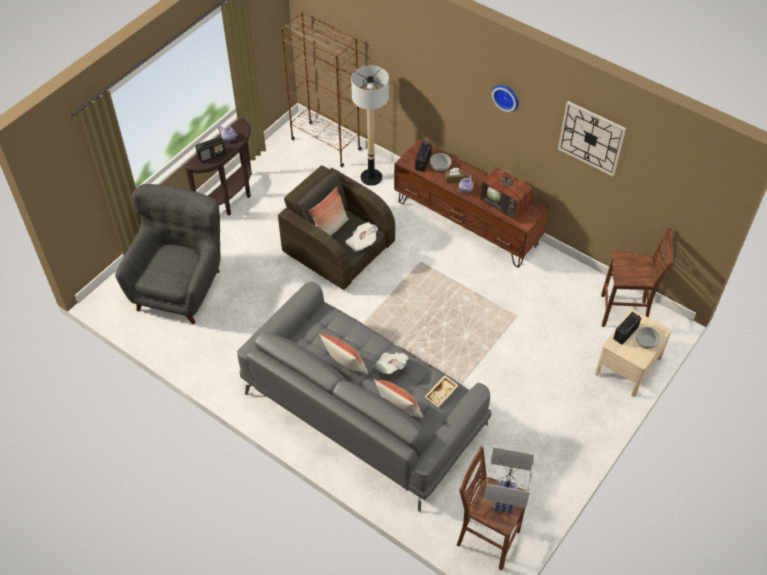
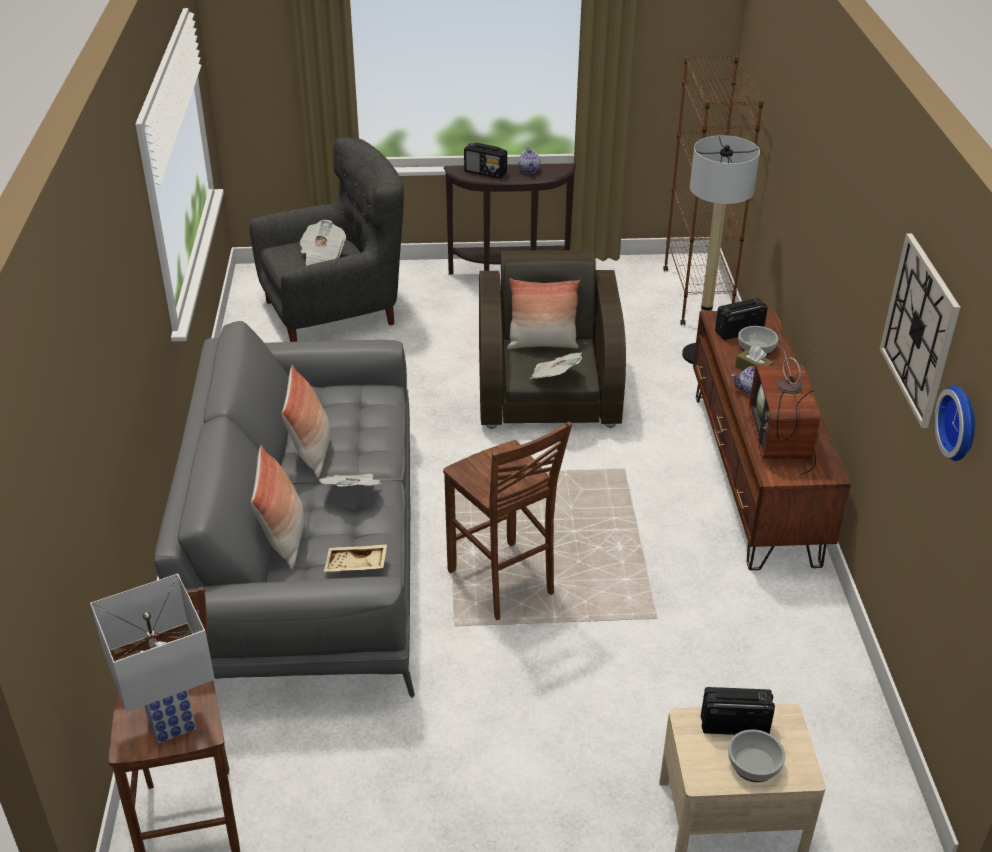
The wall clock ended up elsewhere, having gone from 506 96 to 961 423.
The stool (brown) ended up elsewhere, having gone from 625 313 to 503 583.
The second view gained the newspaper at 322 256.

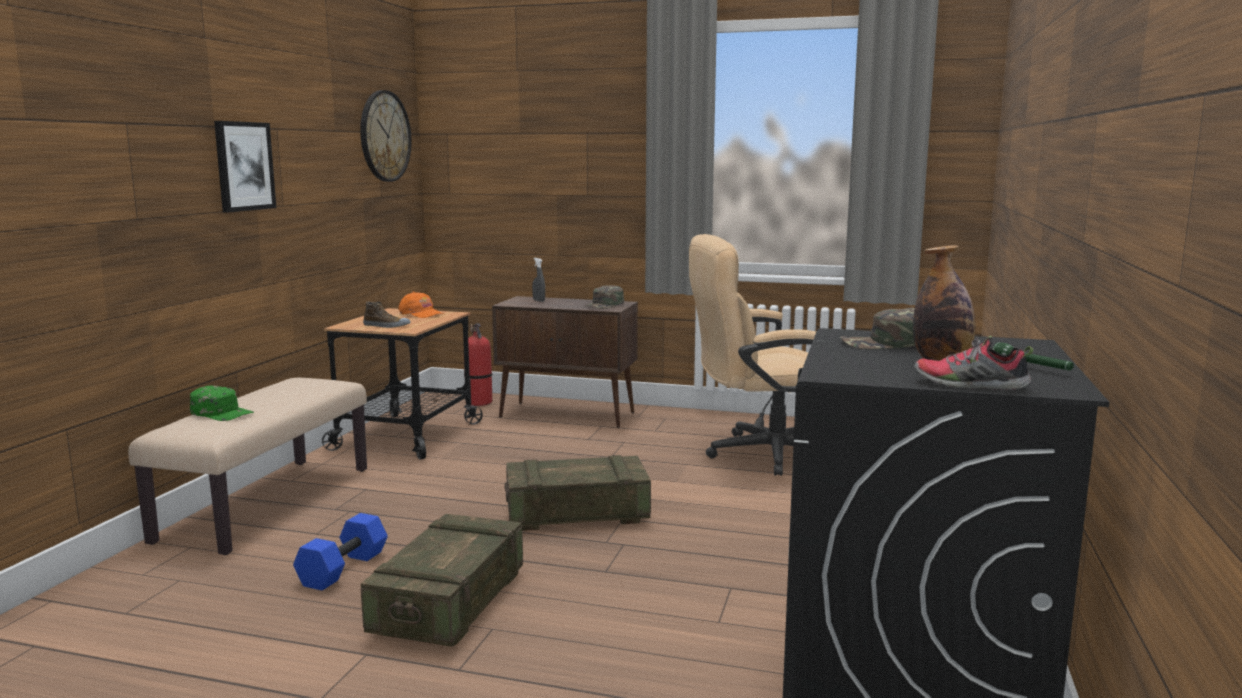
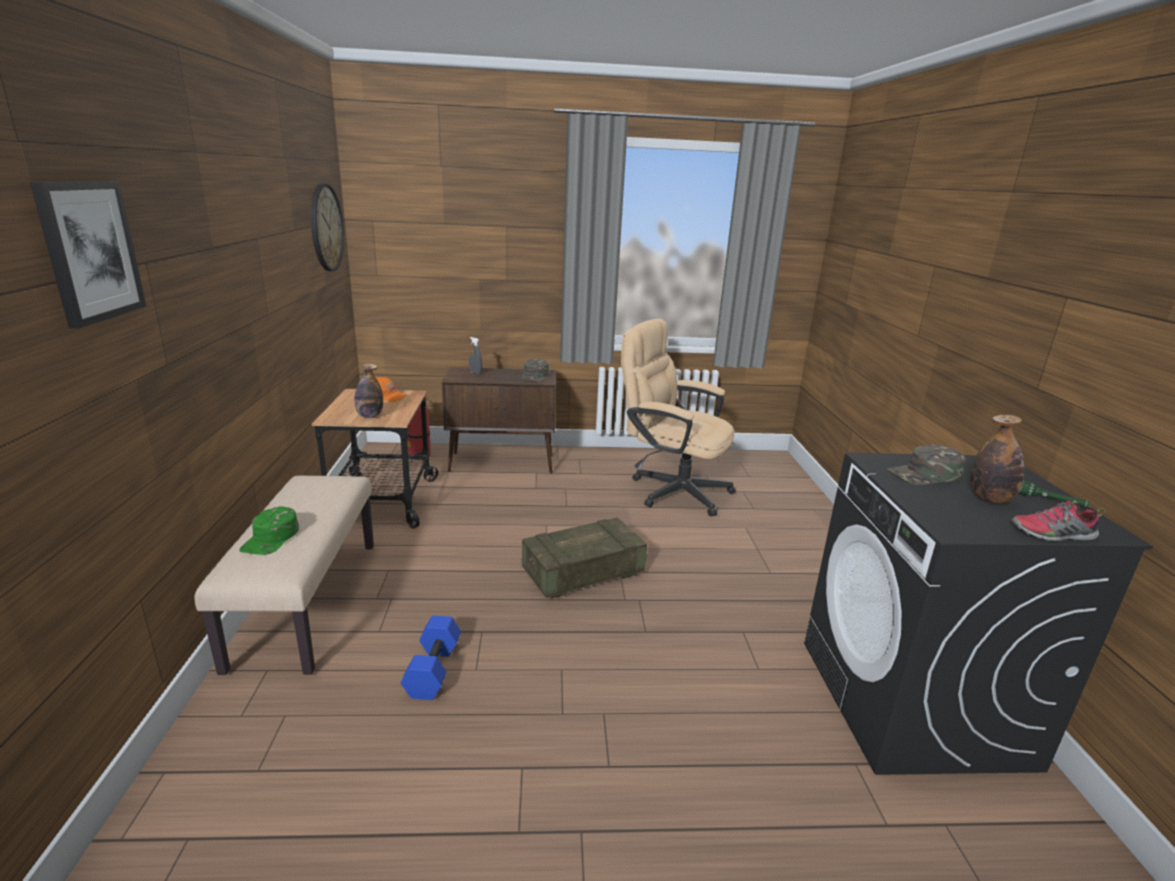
The cap (green) at 222 413 ended up facing another way, 90 degrees clockwise from before.
The picture ended up elsewhere, having gone from 244 166 to 90 251.
The second view lost the crate at 450 603.
Where the shoe stood at 386 326, the bottle came to stand at 370 416.
The office chair (beige) at 761 454 ended up facing another way, 60 degrees clockwise from before.

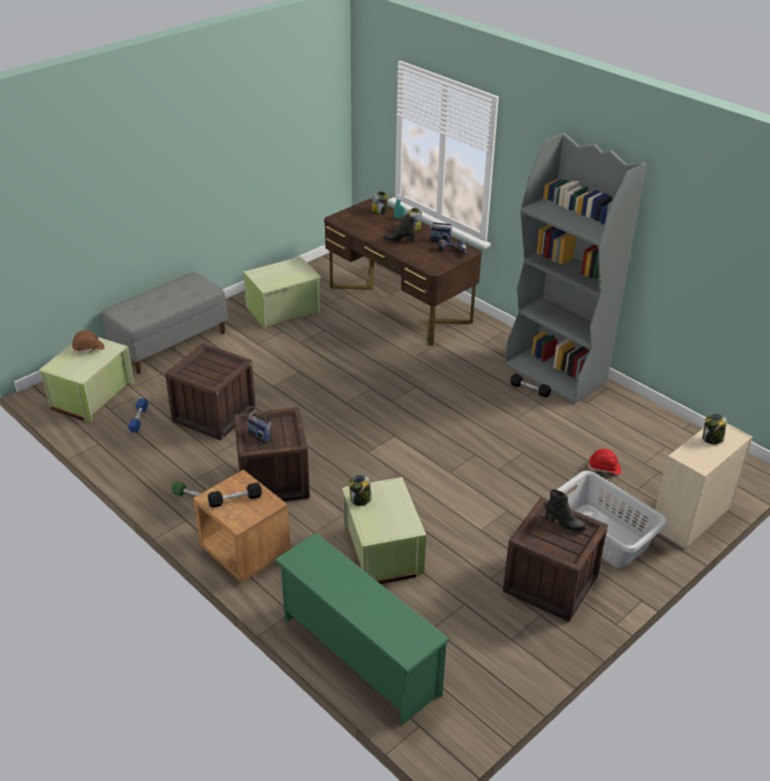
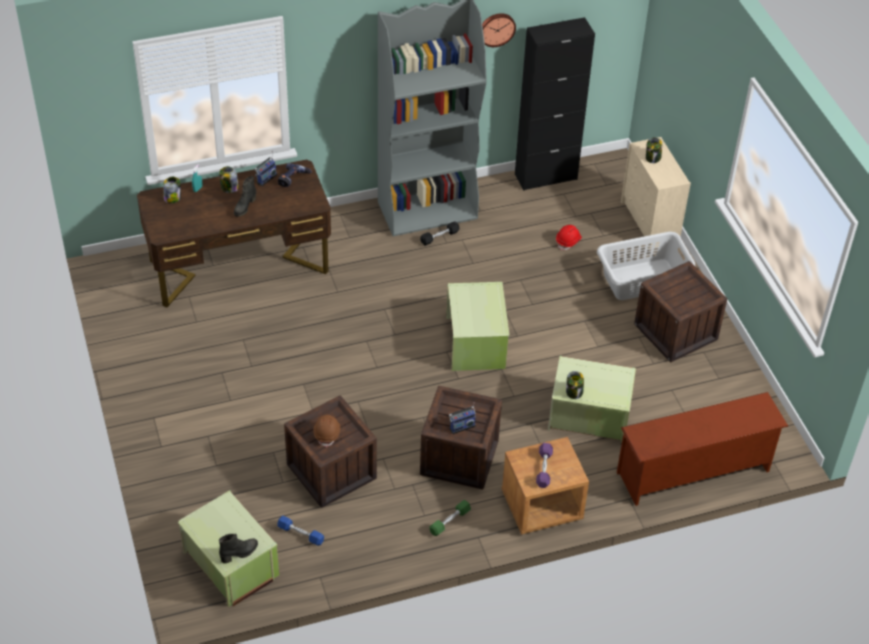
The hard hat (brown) ended up elsewhere, having gone from 88 349 to 327 433.
The second view lost the bench (grey) at 170 343.
What was the dumbbell (black) at 235 500 turned into the dumbbell (purple) at 544 469.
The storage box (green) ended up elsewhere, having gone from 284 310 to 476 342.
What was the shoe rack (green) at 358 656 turned into the shoe rack (brown) at 694 473.
The boot (black) ended up elsewhere, having gone from 564 524 to 239 553.
The second view gained the wall clock at 496 29.
The second view gained the cabinet (black) at 546 177.

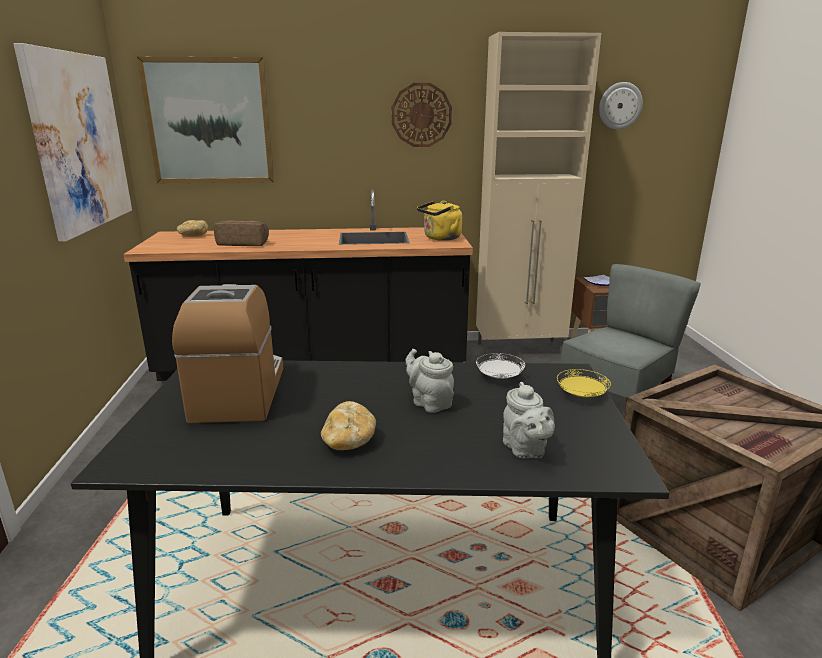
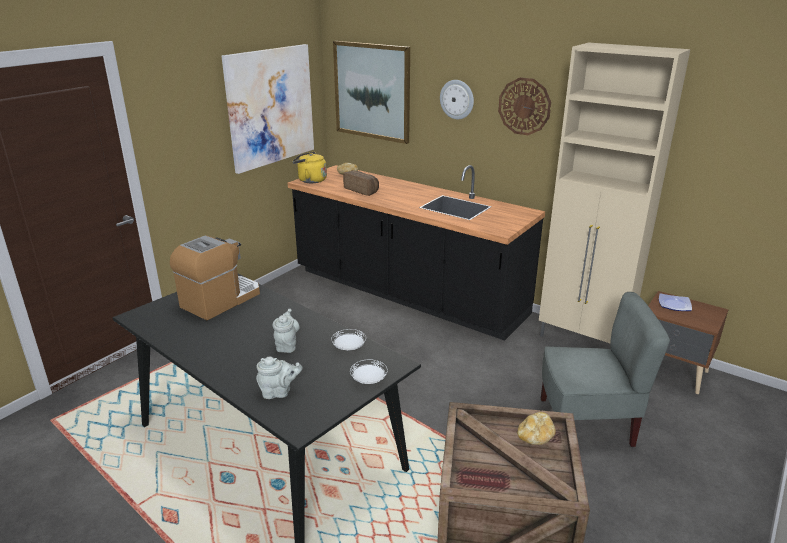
The bread ended up elsewhere, having gone from 349 441 to 535 437.
The kettle (yellow) ended up elsewhere, having gone from 440 238 to 310 180.
The teapot (grey) at 525 450 ended up facing another way, 120 degrees counterclockwise from before.
What was the plate (yellow) at 581 395 turned into the plate (white) at 368 380.
The wall clock ended up elsewhere, having gone from 620 106 to 457 99.

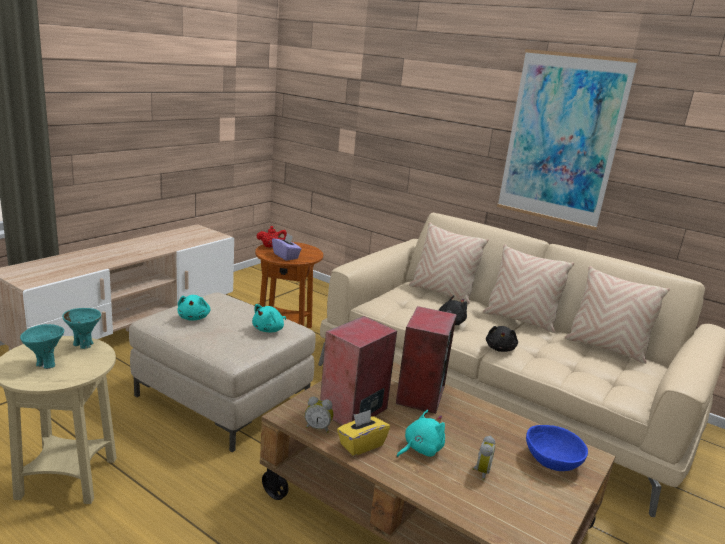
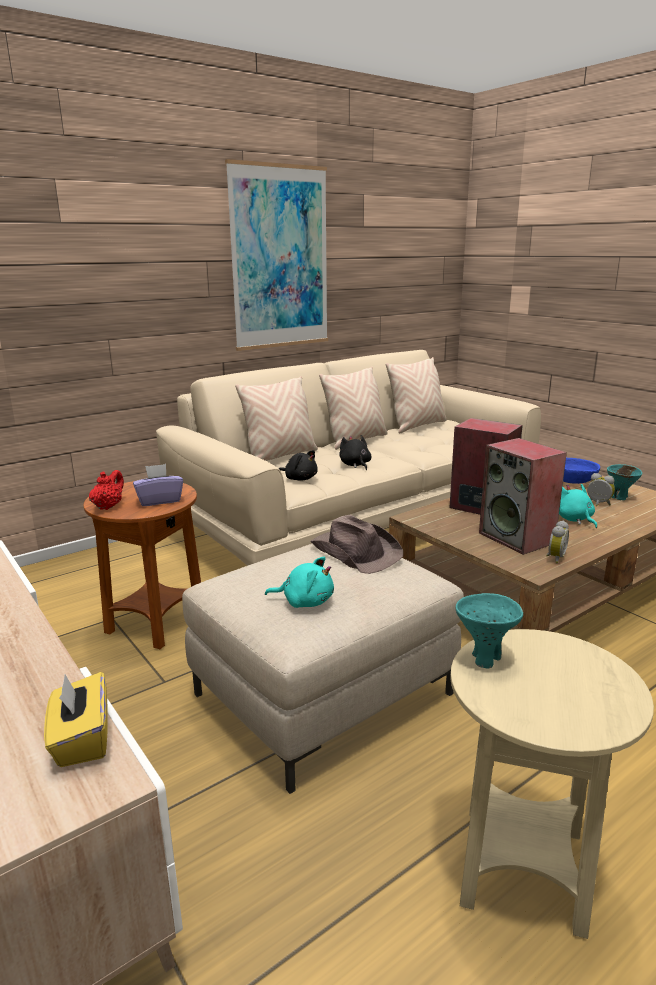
The bowl (turquoise) ended up elsewhere, having gone from 46 364 to 620 497.
Where the plush toy (turquoise) stood at 269 329, the hat (brown) came to stand at 355 551.
The tissue box (yellow) ended up elsewhere, having gone from 361 445 to 82 740.
The plush toy (black) ended up elsewhere, having gone from 500 348 to 299 478.

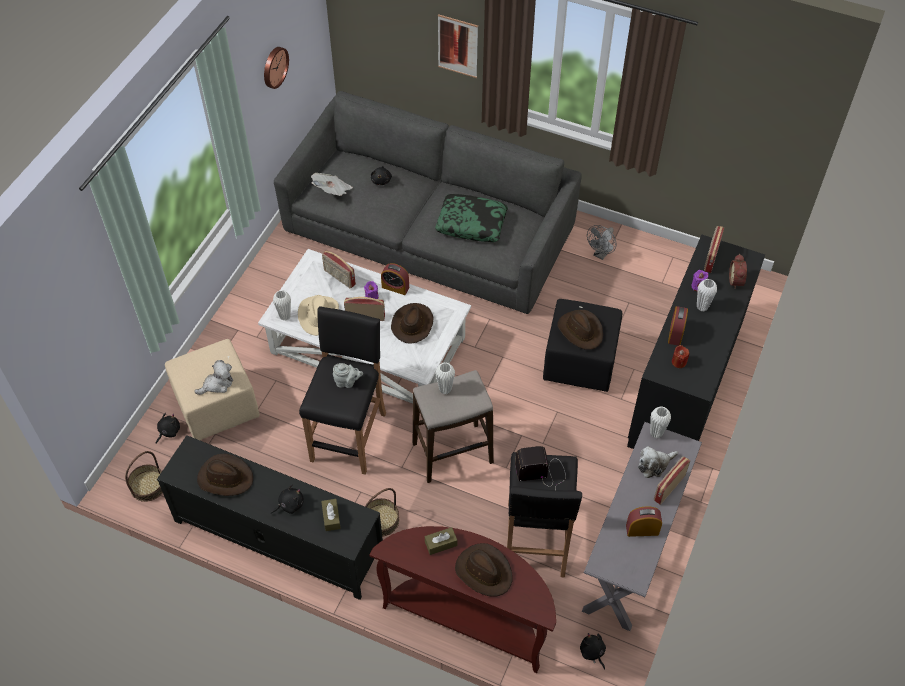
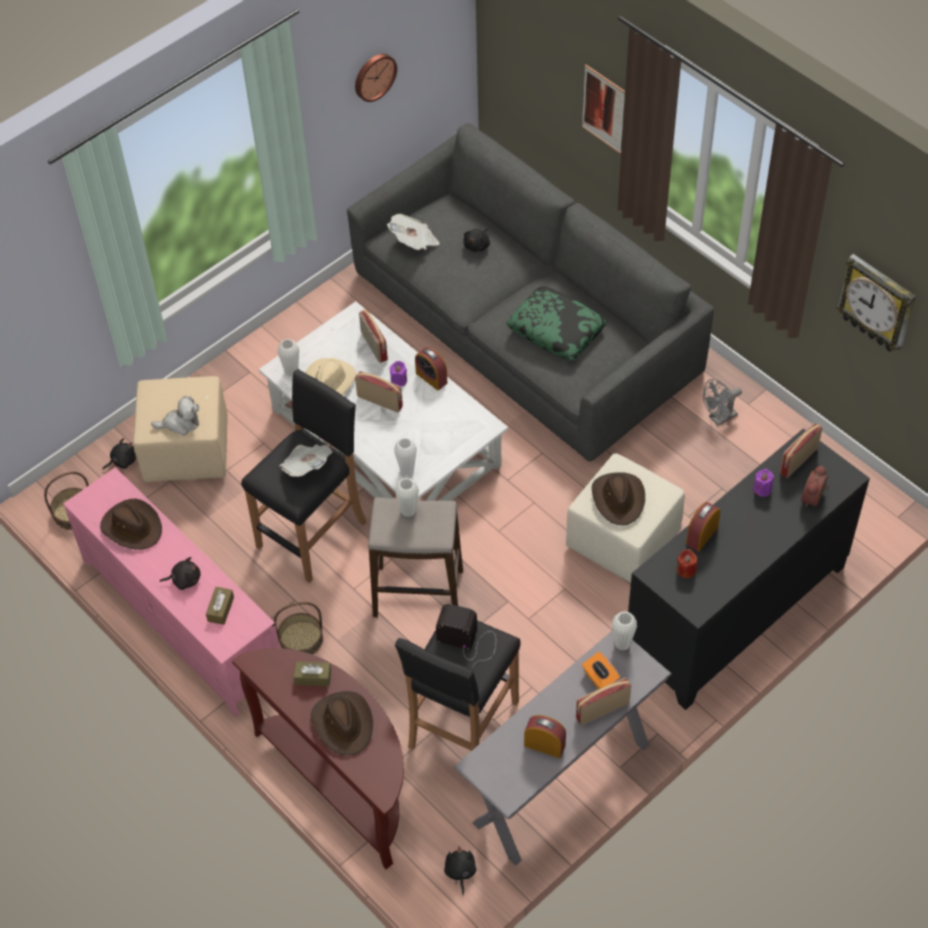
What was the tv stand (black) at 277 537 turned into the tv stand (pink) at 181 617.
Where the teapot (grey) stood at 347 382, the newspaper came to stand at 306 467.
The second view lost the hat (brown) at 412 324.
What was the ottoman (black) at 579 361 turned into the ottoman (beige) at 623 538.
Where the plush toy stood at 654 465, the tissue box (orange) came to stand at 600 679.
The vase (white) ended up elsewhere, having gone from 702 307 to 407 469.
The second view gained the wall clock at 877 303.

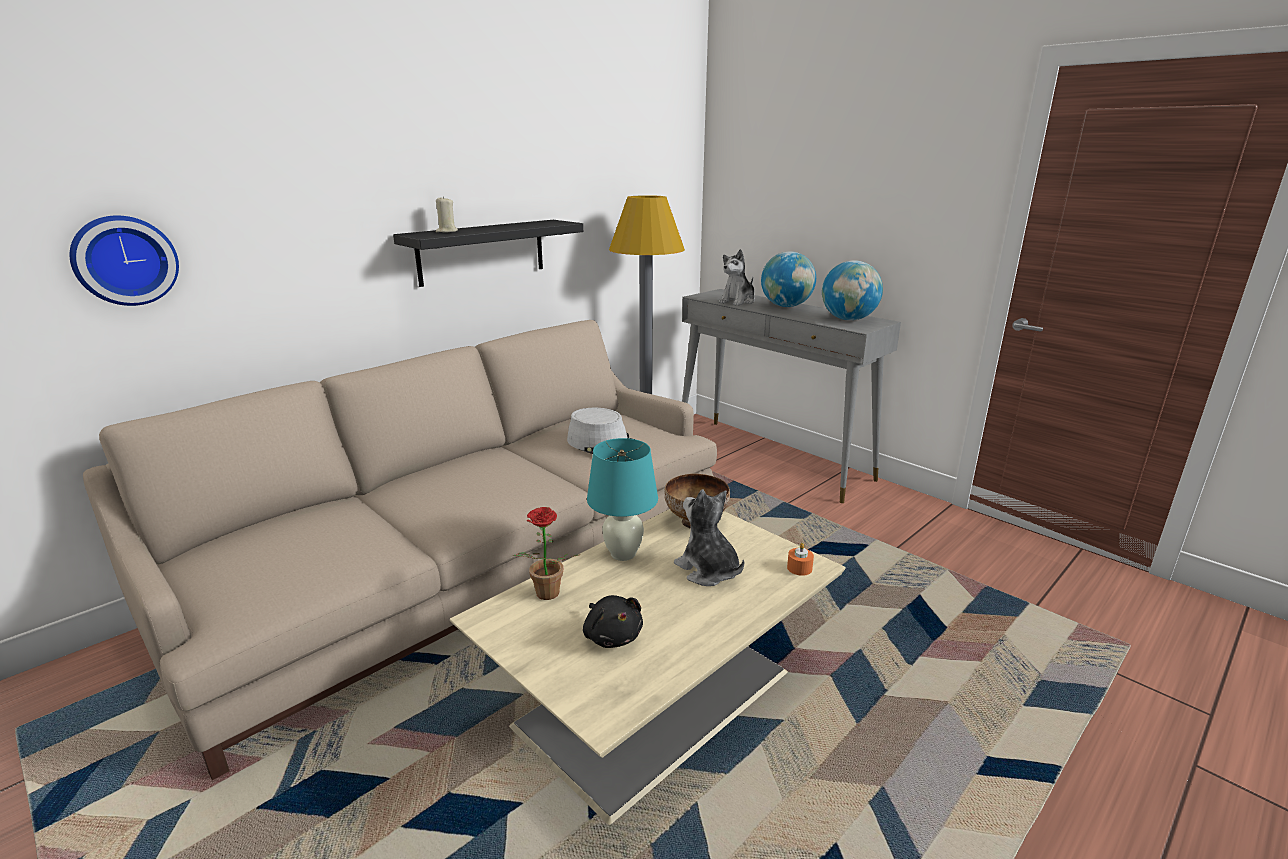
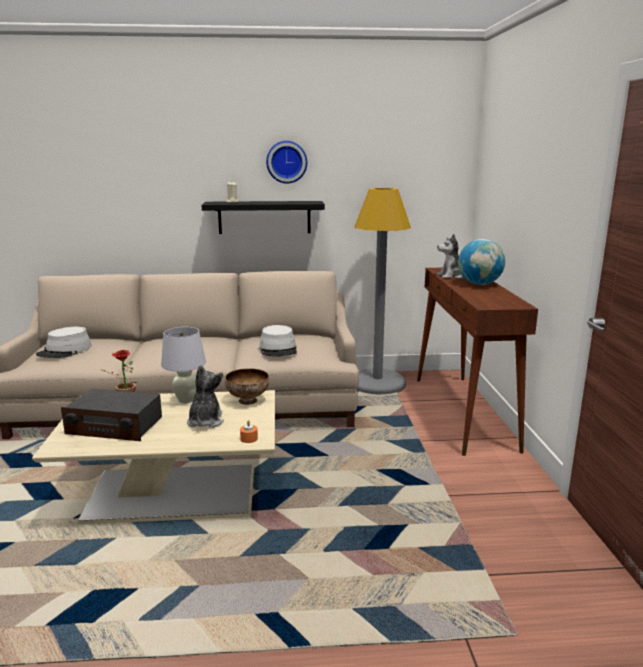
The wall clock ended up elsewhere, having gone from 124 260 to 286 162.
Where the plush toy (black) stood at 612 636, the radio came to stand at 115 426.
What was the table lamp (turquoise) at 623 554 turned into the table lamp (white) at 186 400.
What was the console table (grey) at 772 458 turned into the console table (brown) at 463 412.
The second view lost the globe at 848 319.
The second view gained the hat (grey) at 65 351.

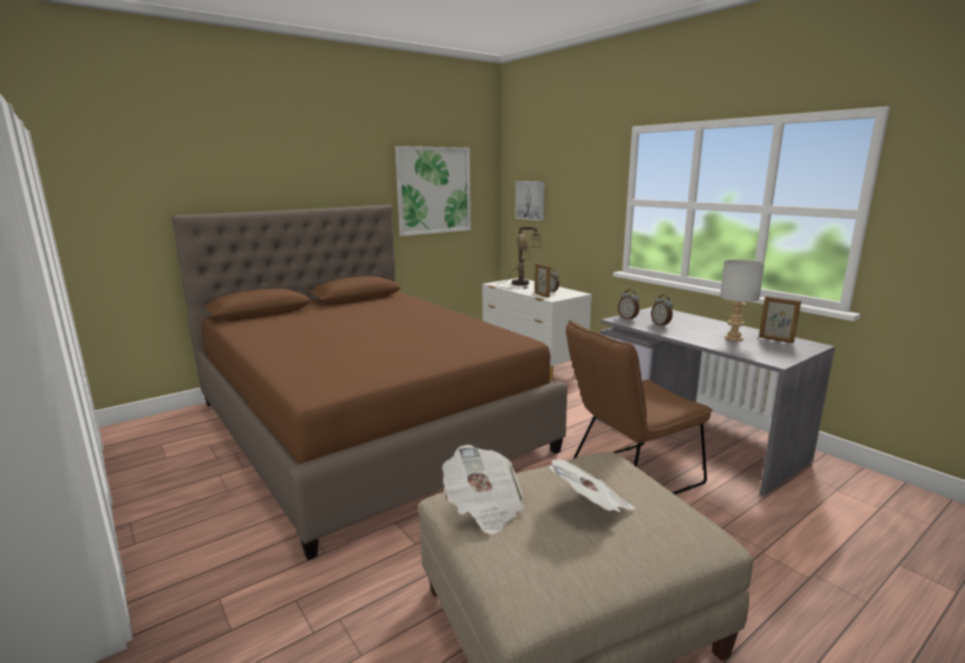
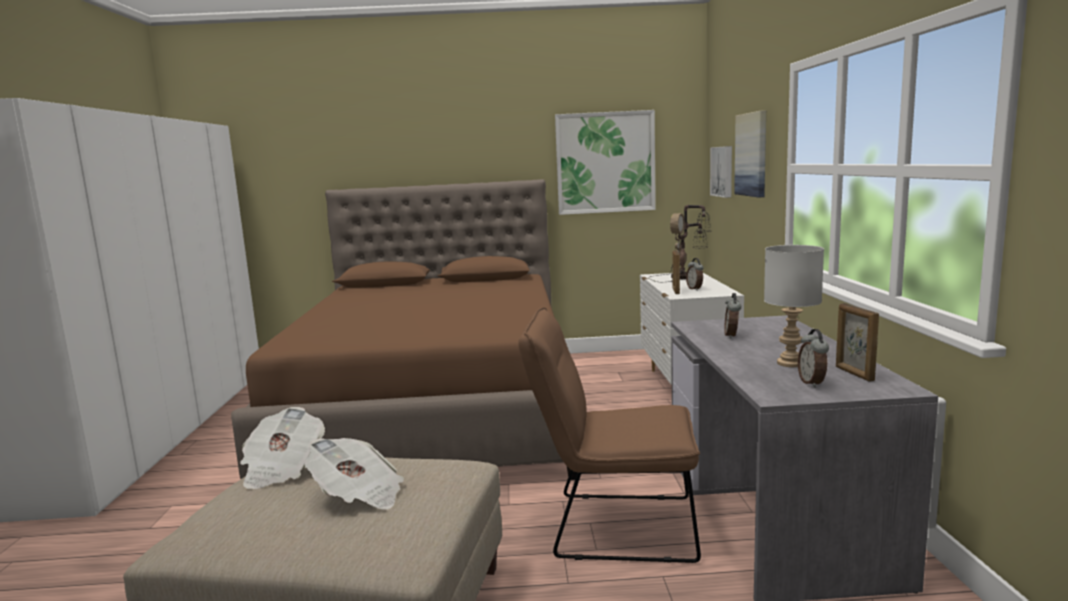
The alarm clock ended up elsewhere, having gone from 628 318 to 812 383.
The second view gained the picture at 752 154.

